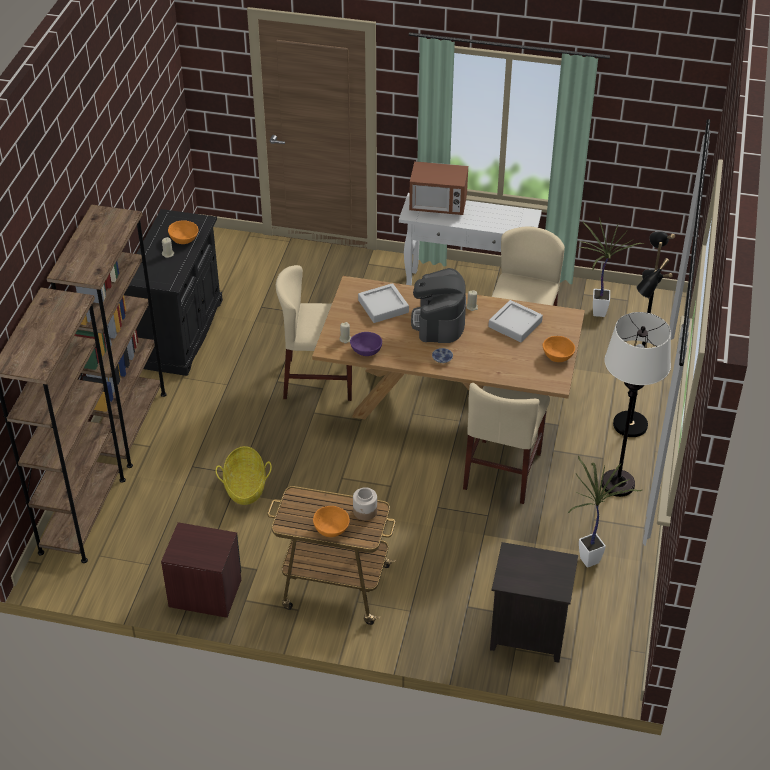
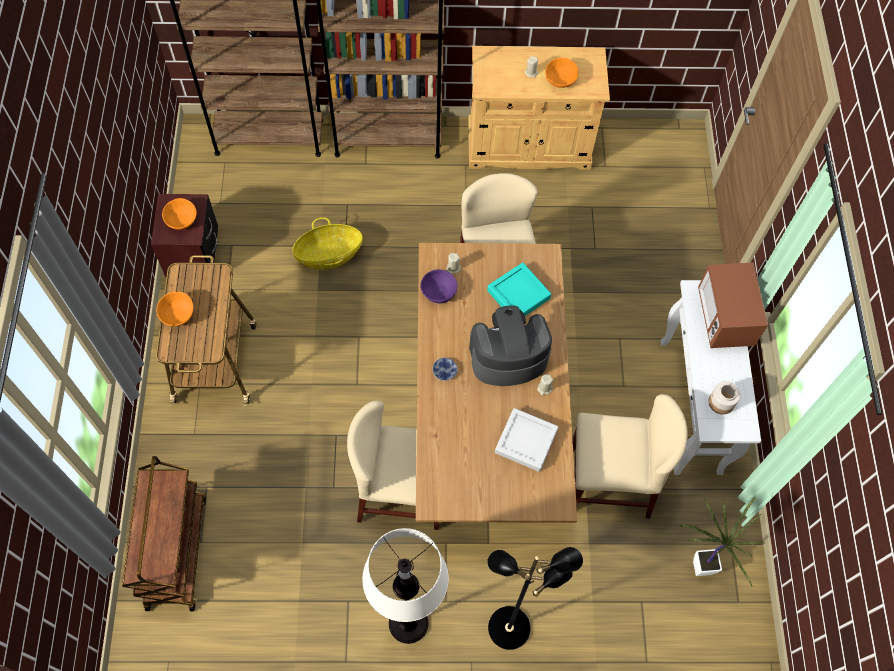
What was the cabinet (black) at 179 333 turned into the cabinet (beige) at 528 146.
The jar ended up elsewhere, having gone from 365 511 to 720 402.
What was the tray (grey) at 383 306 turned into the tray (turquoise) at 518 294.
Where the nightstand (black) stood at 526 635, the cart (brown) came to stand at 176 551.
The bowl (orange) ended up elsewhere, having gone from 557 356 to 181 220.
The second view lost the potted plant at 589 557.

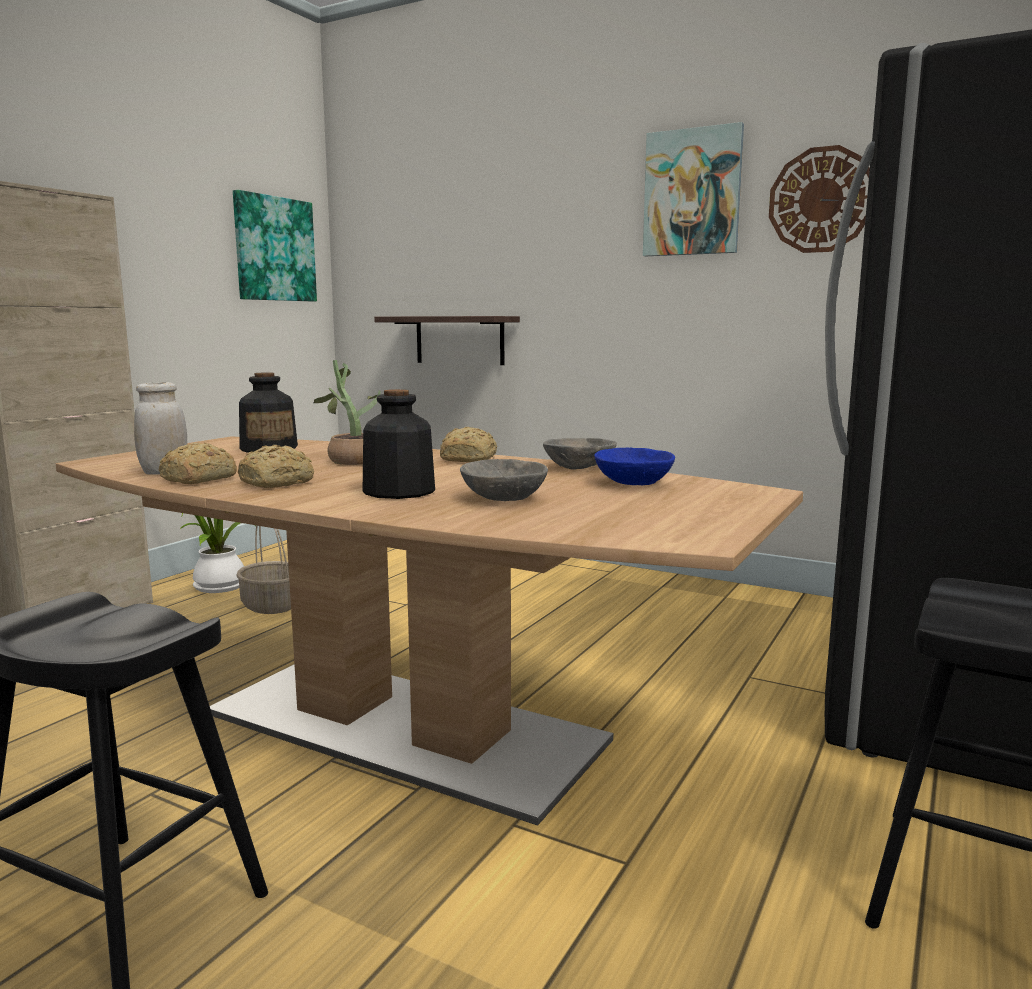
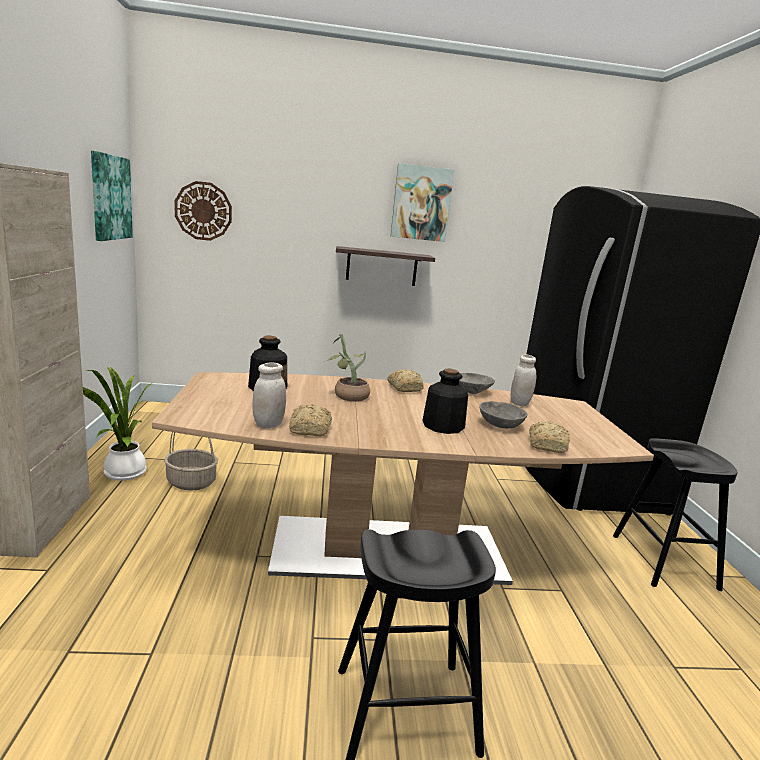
The bread ended up elsewhere, having gone from 278 482 to 547 445.
The shelf ended up elsewhere, having gone from 459 340 to 381 266.
Where the bowl (blue) stood at 632 483, the jar (white) came to stand at 519 403.
The wall clock ended up elsewhere, having gone from 821 200 to 203 211.

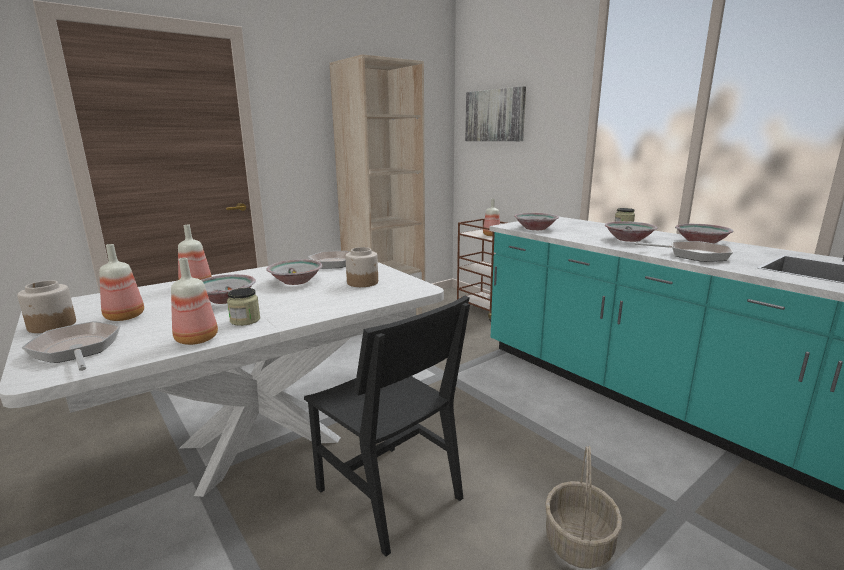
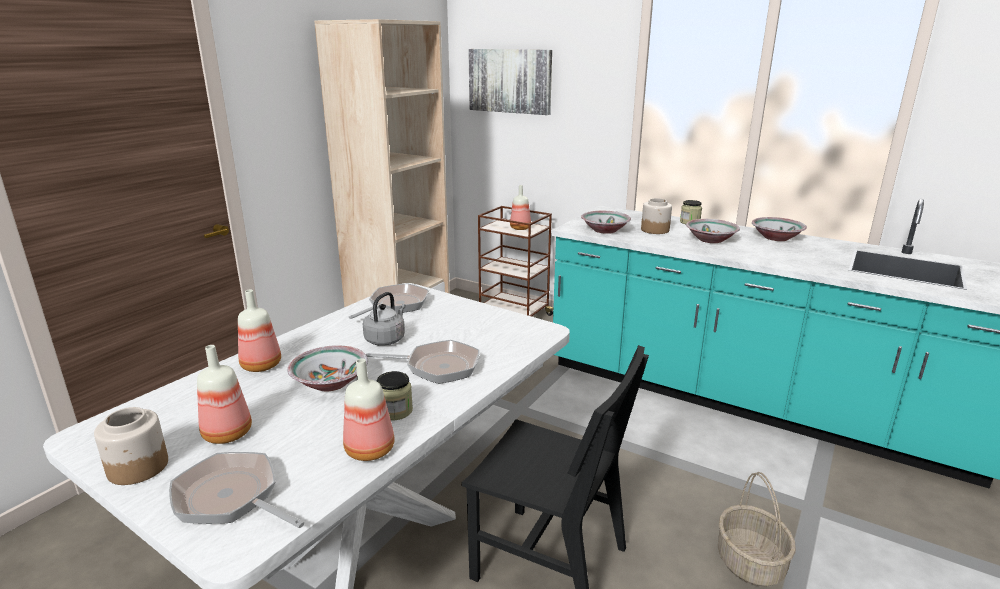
Where the bowl stood at 296 281, the kettle (grey) came to stand at 386 339.
The jar ended up elsewhere, having gone from 363 282 to 655 230.
The frying pan ended up elsewhere, having gone from 693 255 to 437 366.

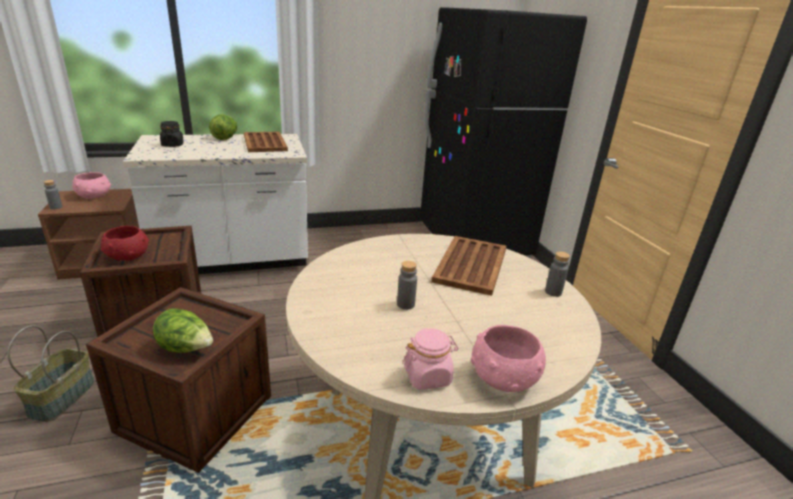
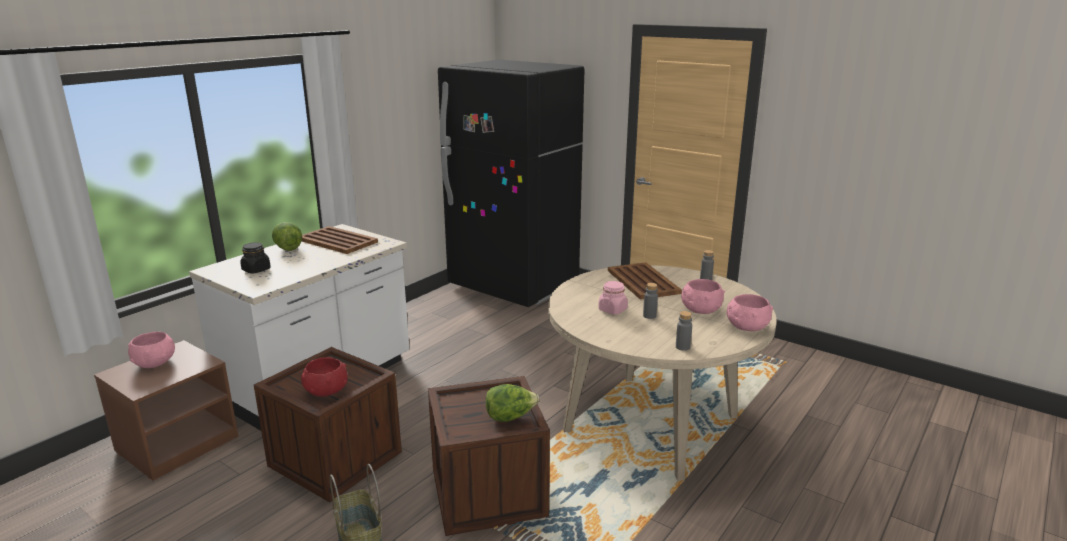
The bottle (grey) ended up elsewhere, having gone from 56 207 to 682 347.
The jar (pink) ended up elsewhere, having gone from 427 376 to 612 310.
The second view gained the bowl (pink) at 700 310.

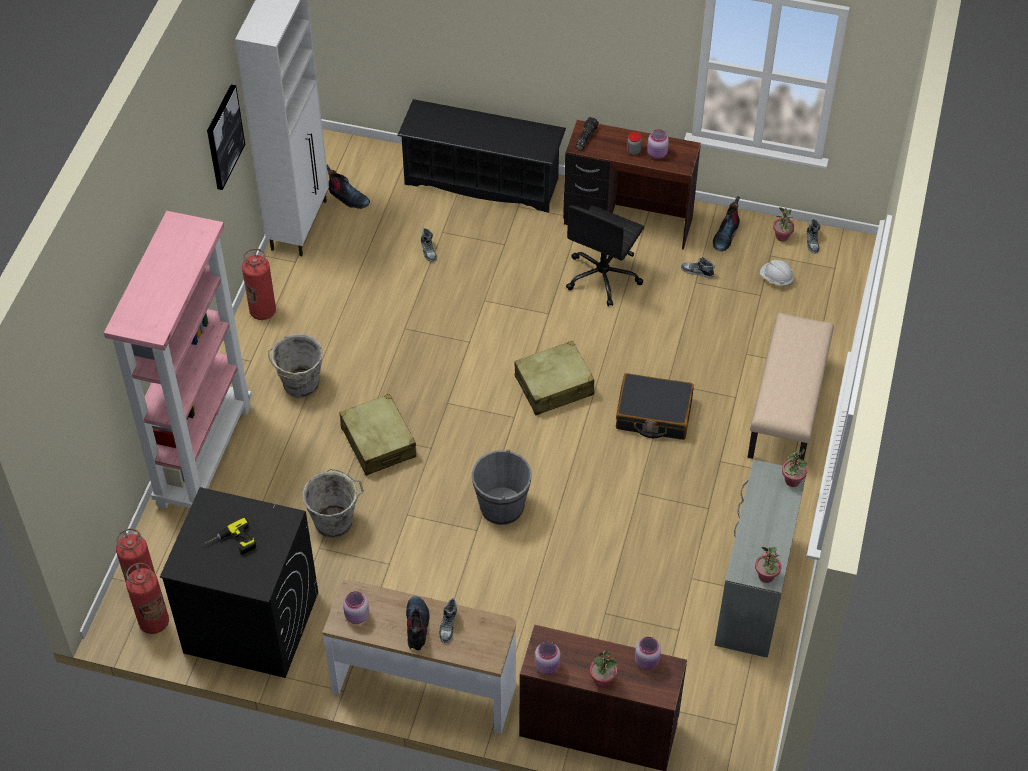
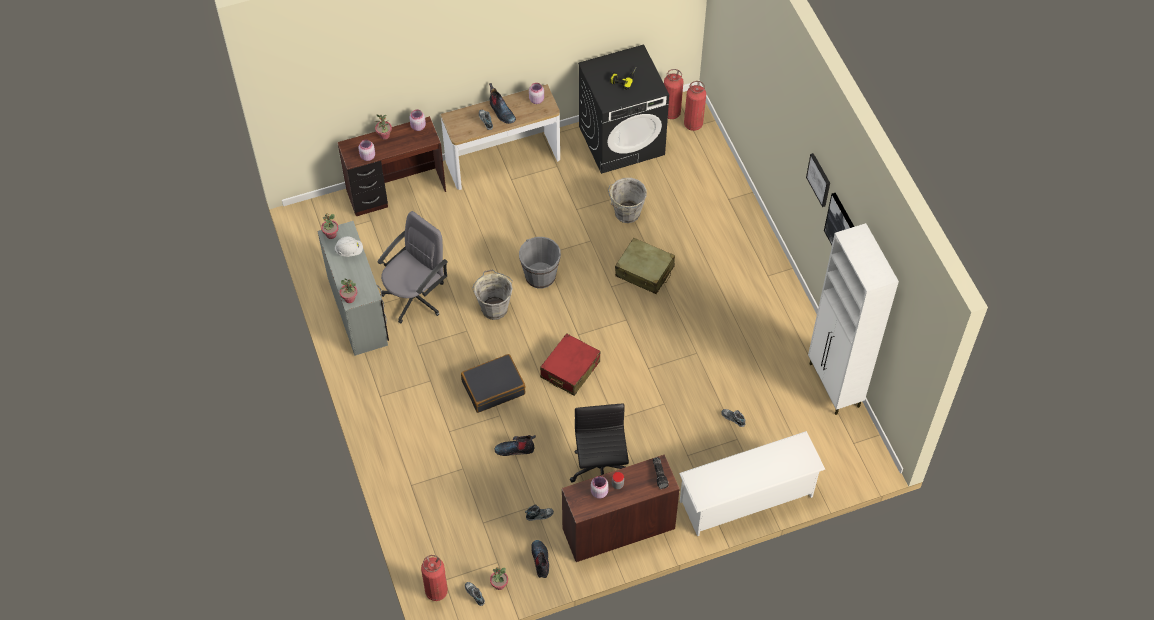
The second view lost the bookcase (pink) at 204 454.
The fire extinguisher ended up elsewhere, having gone from 263 311 to 436 591.
The bucket (grey) ended up elsewhere, having gone from 300 385 to 494 308.
The boot ended up elsewhere, having gone from 347 198 to 515 449.
What was the shoe rack (black) at 482 181 turned into the shoe rack (white) at 747 499.
What was the suitcase (beige) at 554 386 turned into the suitcase (red) at 570 370.
The second view lost the bench (beige) at 787 409.
The hard hat (white) ended up elsewhere, having gone from 776 279 to 349 251.
The second view gained the office chair (grey) at 415 297.
The second view gained the picture at 819 179.

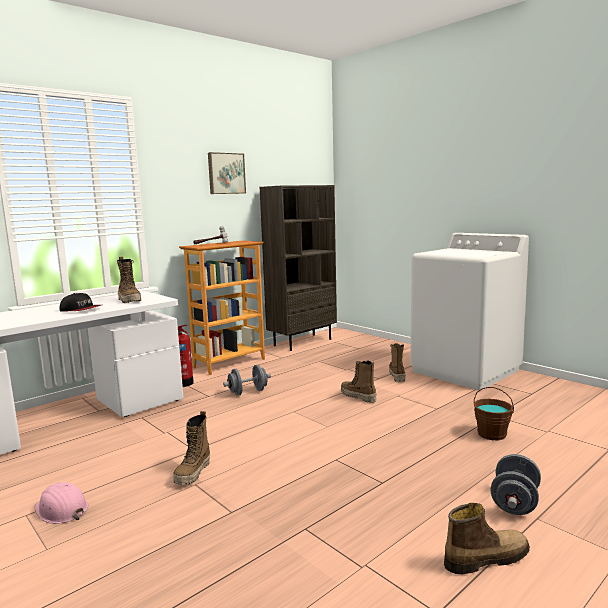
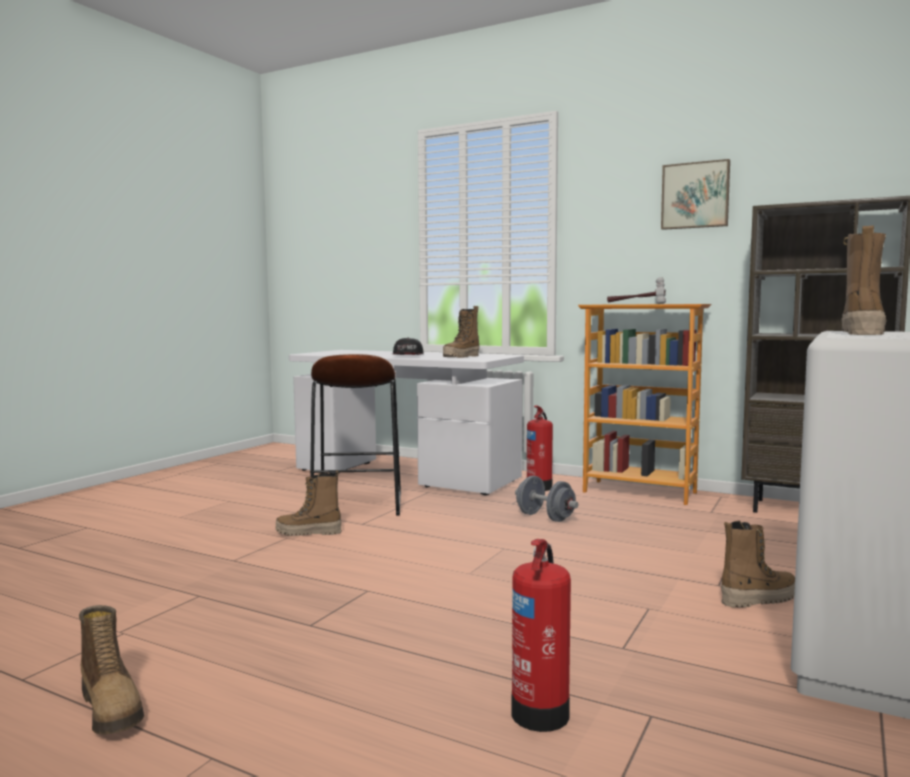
The second view lost the hard hat (pink) at 61 509.
The boot ended up elsewhere, having gone from 358 397 to 861 333.
Where the bucket (brown) stood at 492 434, the fire extinguisher came to stand at 542 712.
The second view lost the dumbbell (grey) at 514 502.
The second view gained the stool (brown) at 357 505.

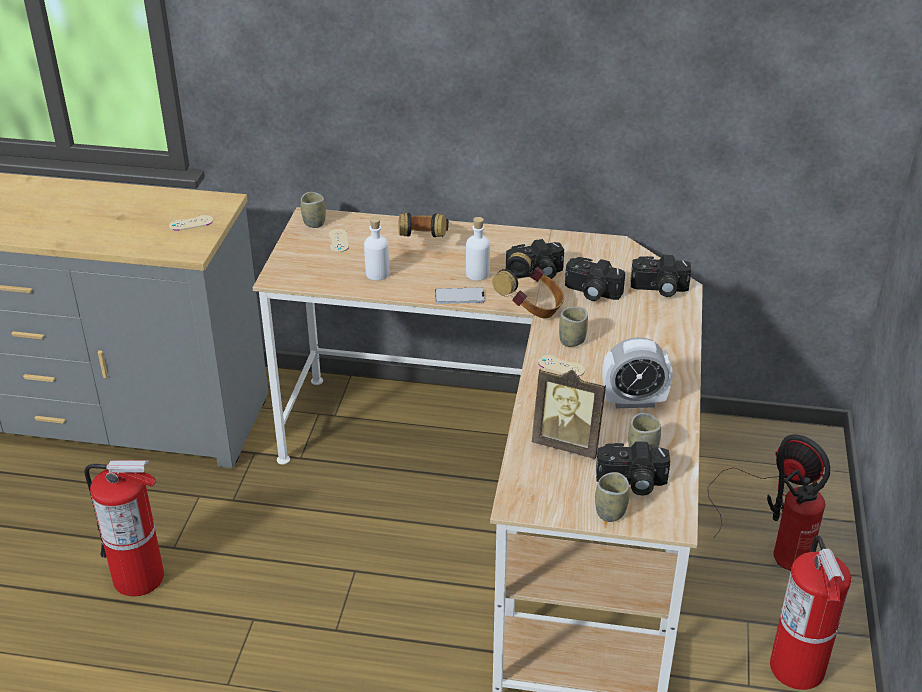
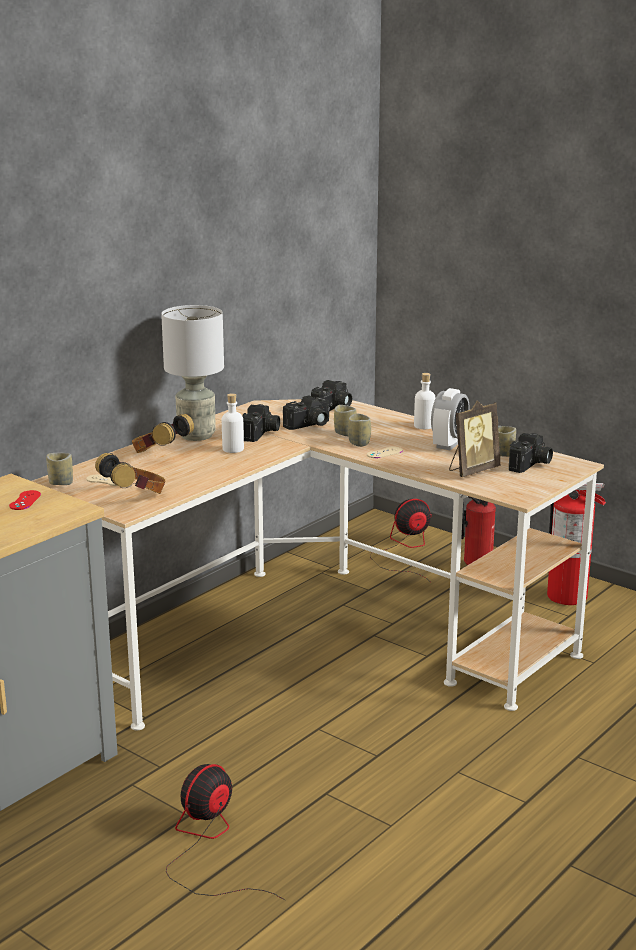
Where the fire extinguisher stood at 139 578, the fan came to stand at 209 845.
What was the game controller (beige) at 191 223 turned into the game controller (red) at 25 500.
The bottle (white) ended up elsewhere, having gone from 377 274 to 424 426.
The second view lost the phone at 459 297.
The headphones ended up elsewhere, having gone from 530 308 to 135 497.
The cup ended up elsewhere, having gone from 610 512 to 345 433.
The second view gained the table lamp (grey) at 196 436.

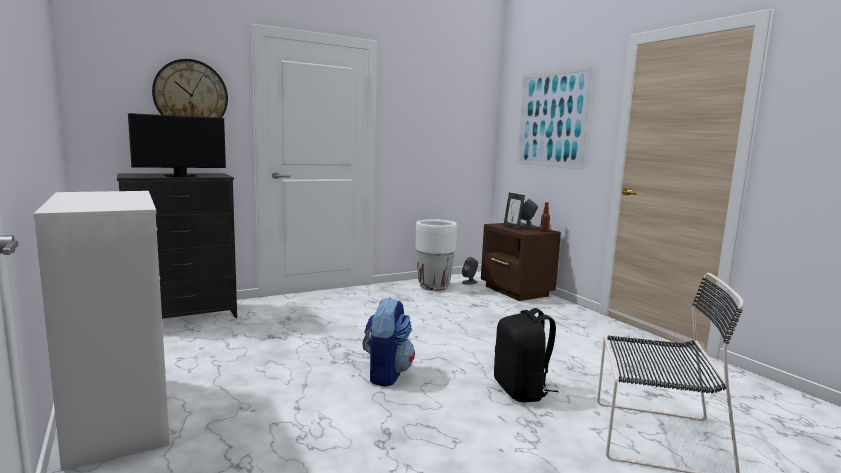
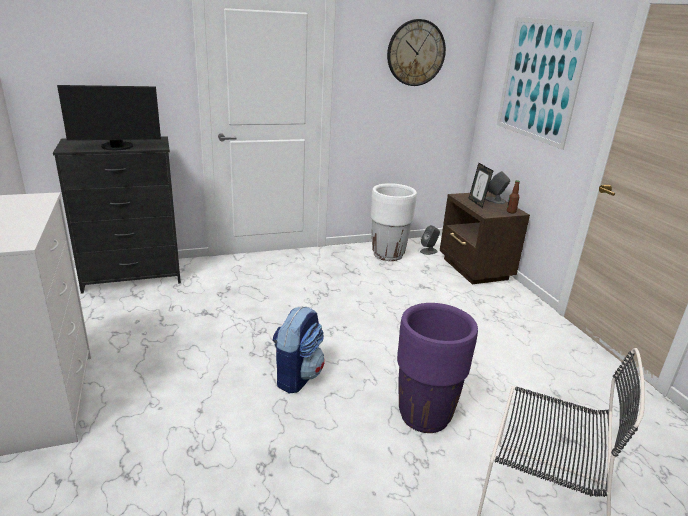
The wall clock ended up elsewhere, having gone from 190 95 to 416 53.
Where the backpack (black) stood at 521 391, the planter (purple) came to stand at 425 416.

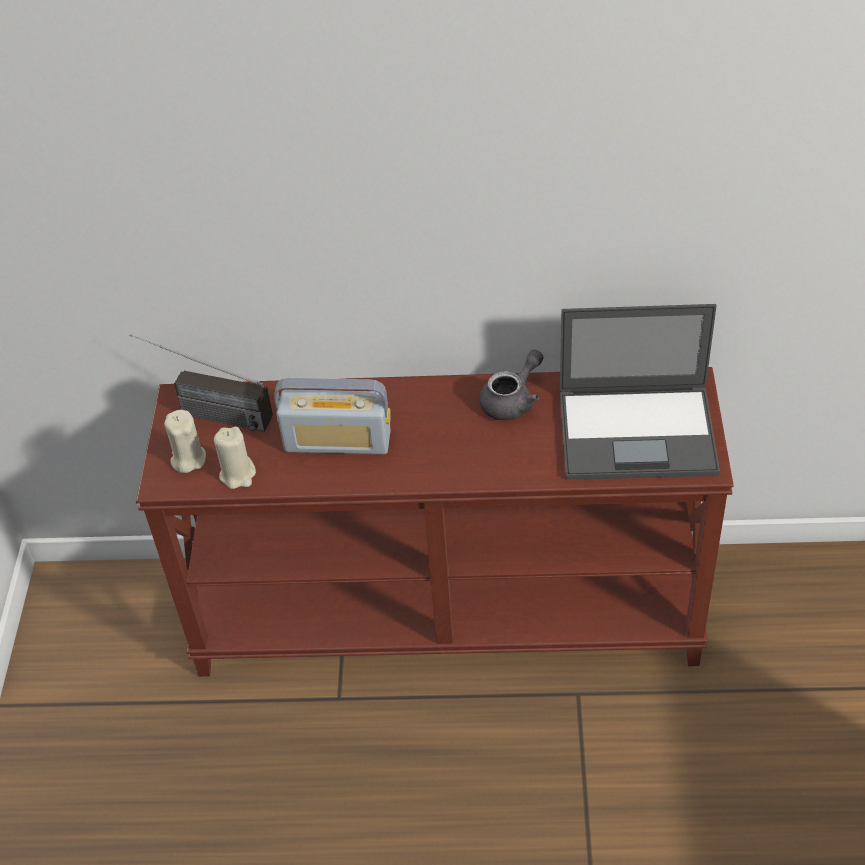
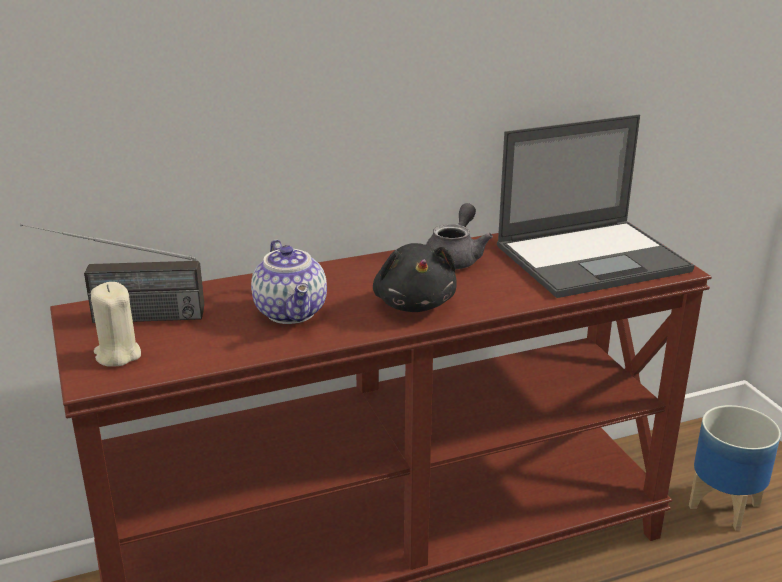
The second view lost the candle (beige) at 238 474.
Where the radio stood at 338 441, the teapot came to stand at 292 312.
The second view gained the plush toy (black) at 414 303.
The second view gained the planter at 723 506.

